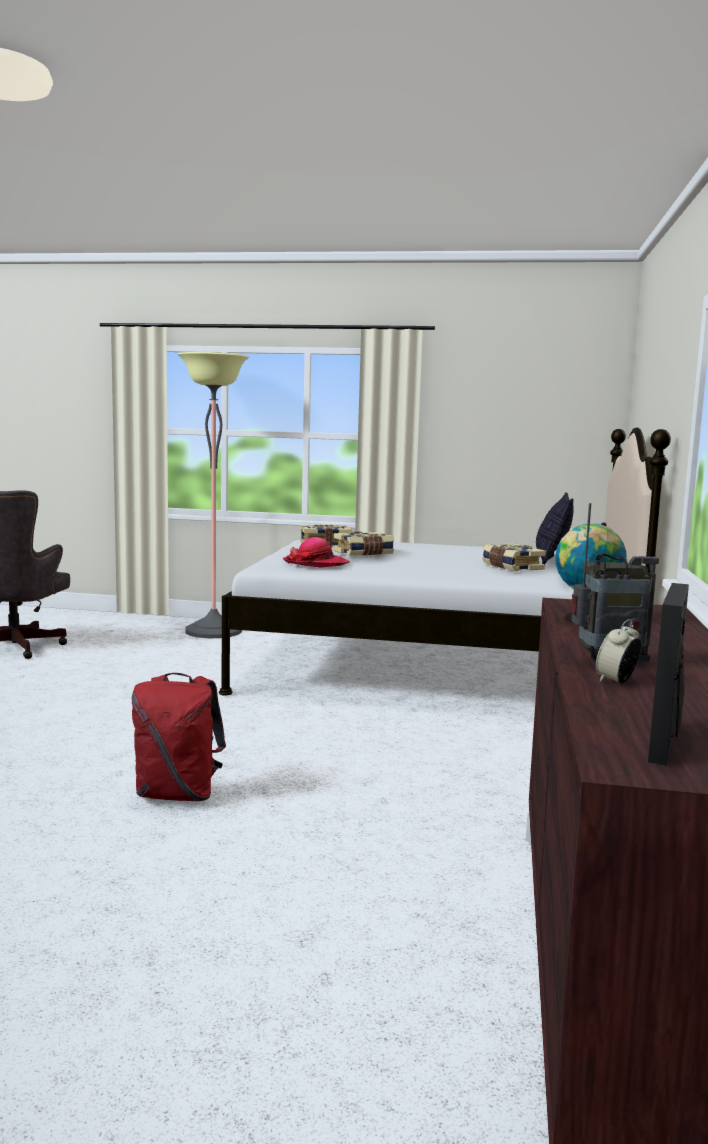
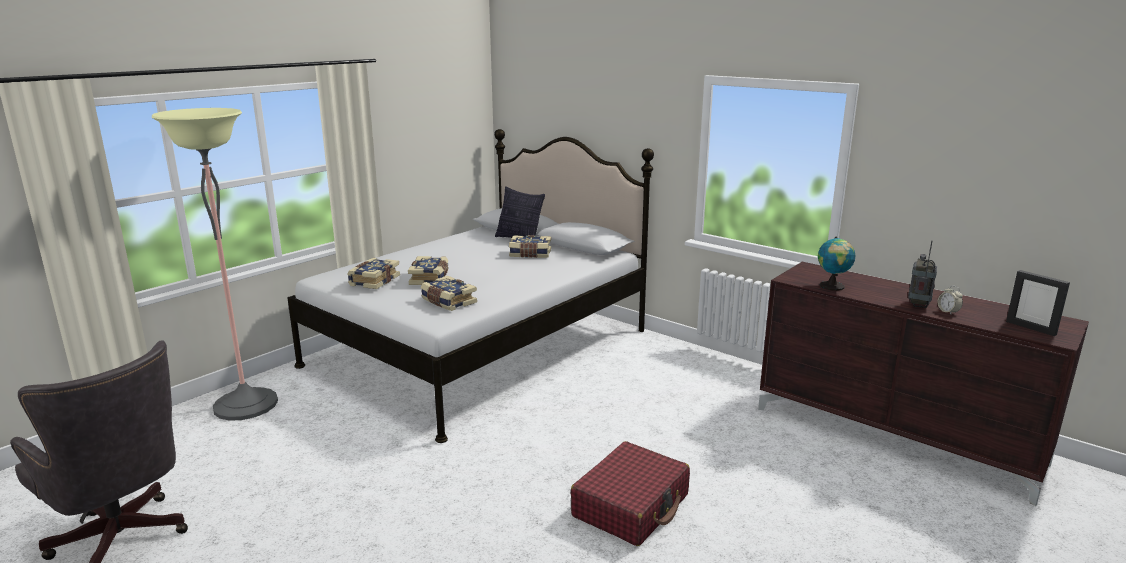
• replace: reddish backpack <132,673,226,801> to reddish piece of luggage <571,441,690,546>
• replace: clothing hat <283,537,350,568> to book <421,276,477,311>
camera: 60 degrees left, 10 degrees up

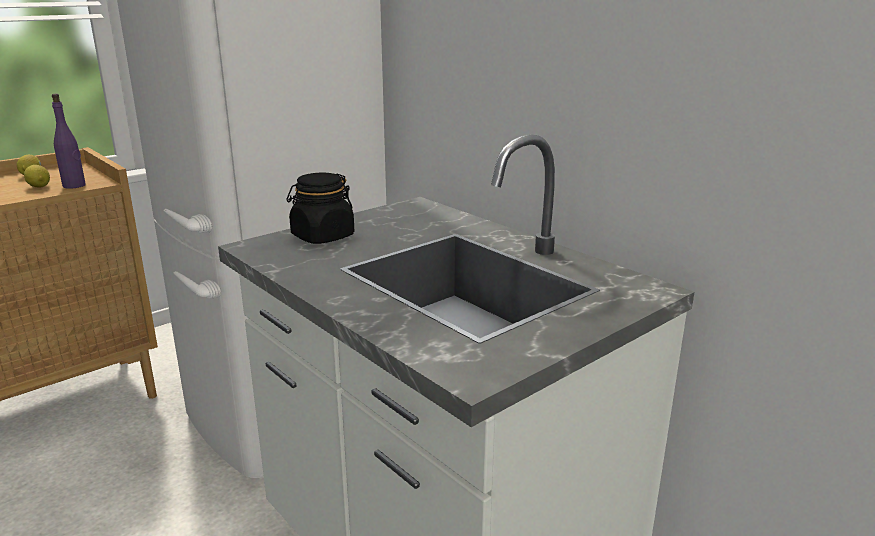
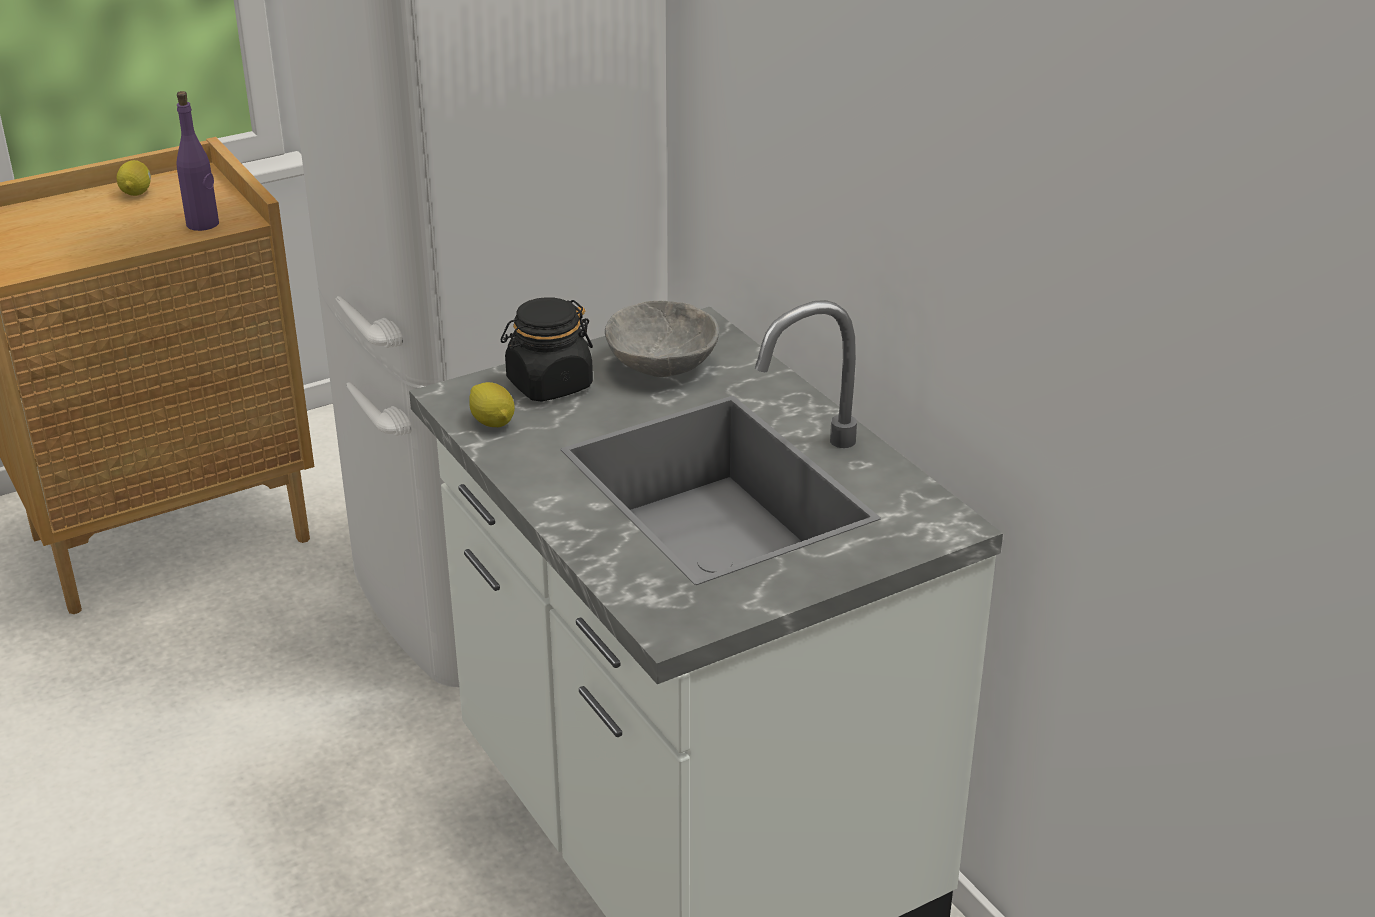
• insert: gray bowl <605,301,719,377>
• move: lemon <24,165,50,188> to <469,382,515,427>
camera: 10 degrees right, 10 degrees up

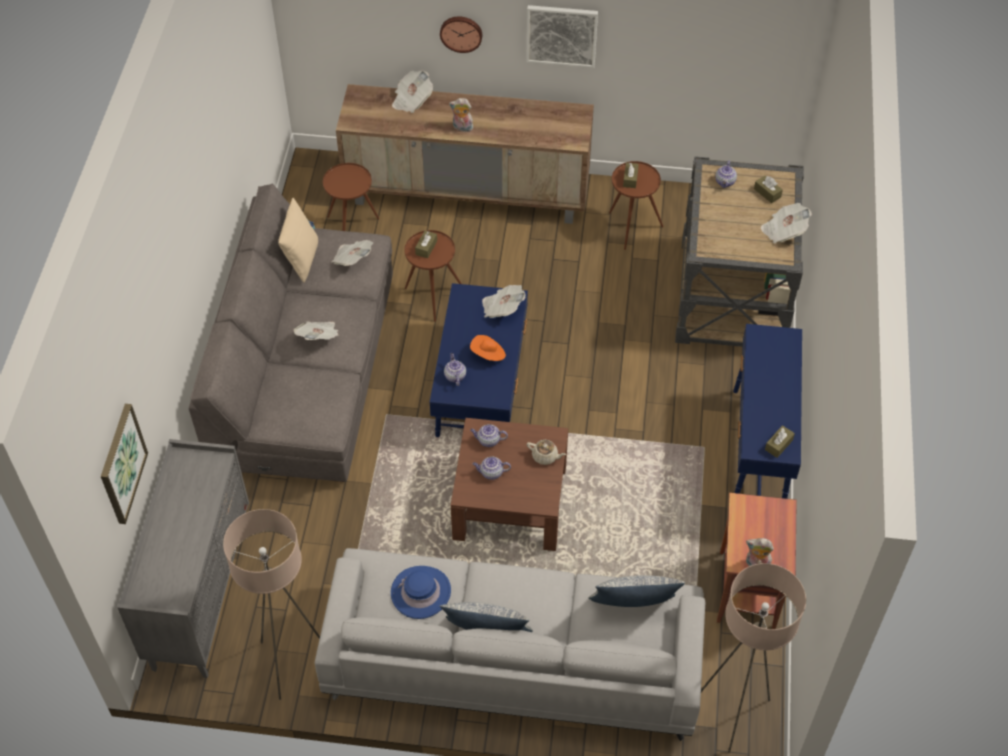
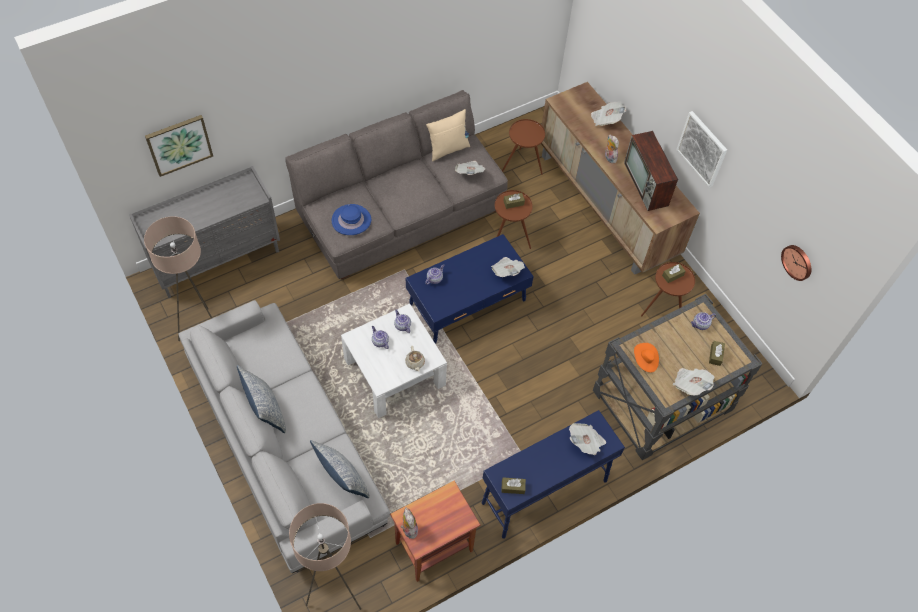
• insert: TV set <624,131,678,211>
• move: printed paper <294,321,339,340> to <569,423,606,455>
• move: bluish clothing hat <391,566,451,619> to <332,204,371,235>
• move: wall clock <440,16,482,53> to <781,245,811,281>
• move: orange-coloured clothing hat <470,335,506,361> to <634,343,659,372>
• recolor: brown-coloured low table <451,418,568,551> to whitish low table <341,304,447,418>
camera: 50 degrees right, 5 degrees up

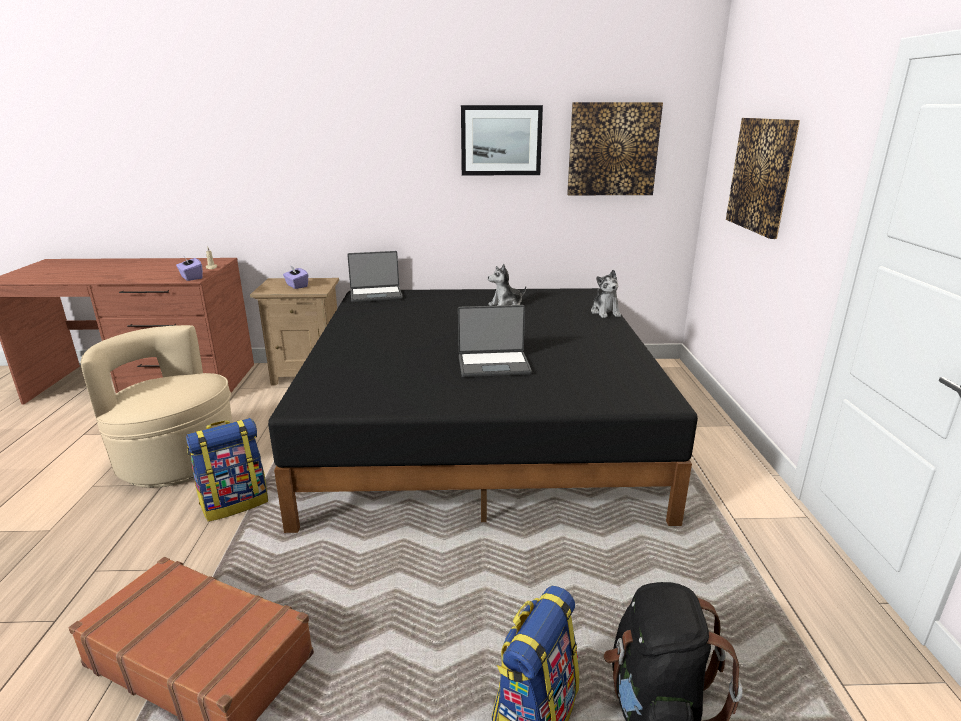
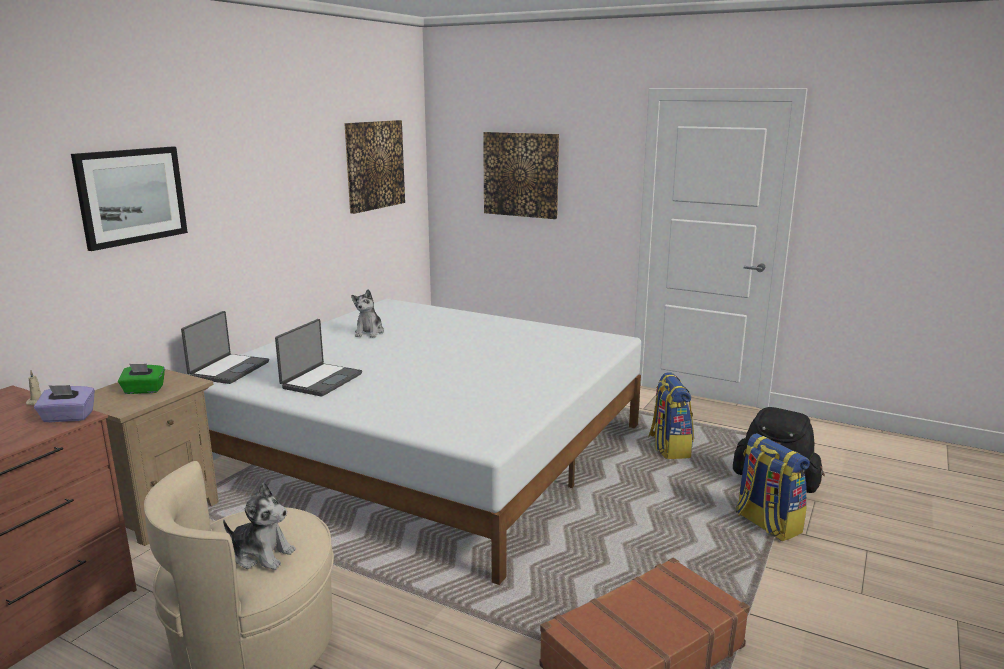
• move: backpack <186,418,268,522> to <649,372,694,459>
• move: laptop <458,305,532,377> to <275,319,362,396>
• move: wall art <461,105,543,175> to <71,146,188,251>
• move: soft toy <591,270,621,318> to <223,482,296,570>
• recolor: black-coloured bed <268,288,698,533> to whitish bed <188,299,641,585>
• recolor: purple-coloured tissue holder <283,265,308,289> to greenish tissue holder <118,364,165,394>
camera: 60 degrees left, 5 degrees down

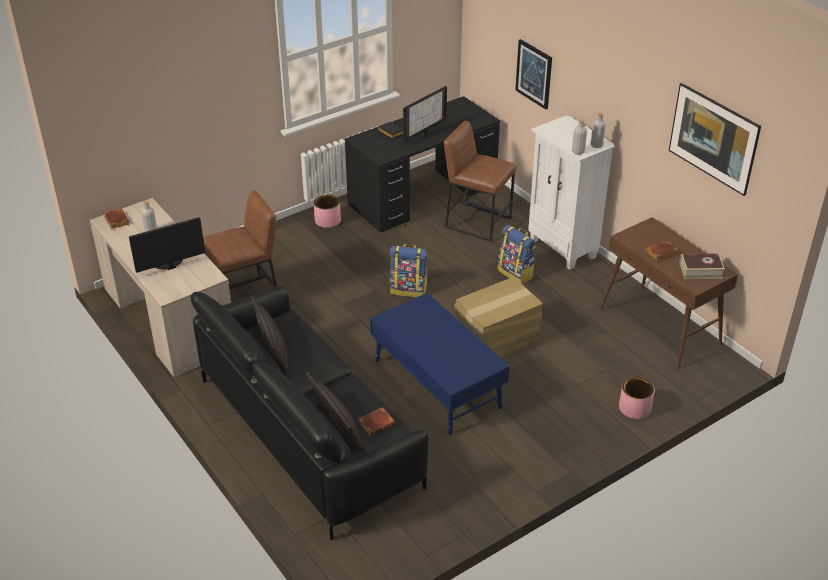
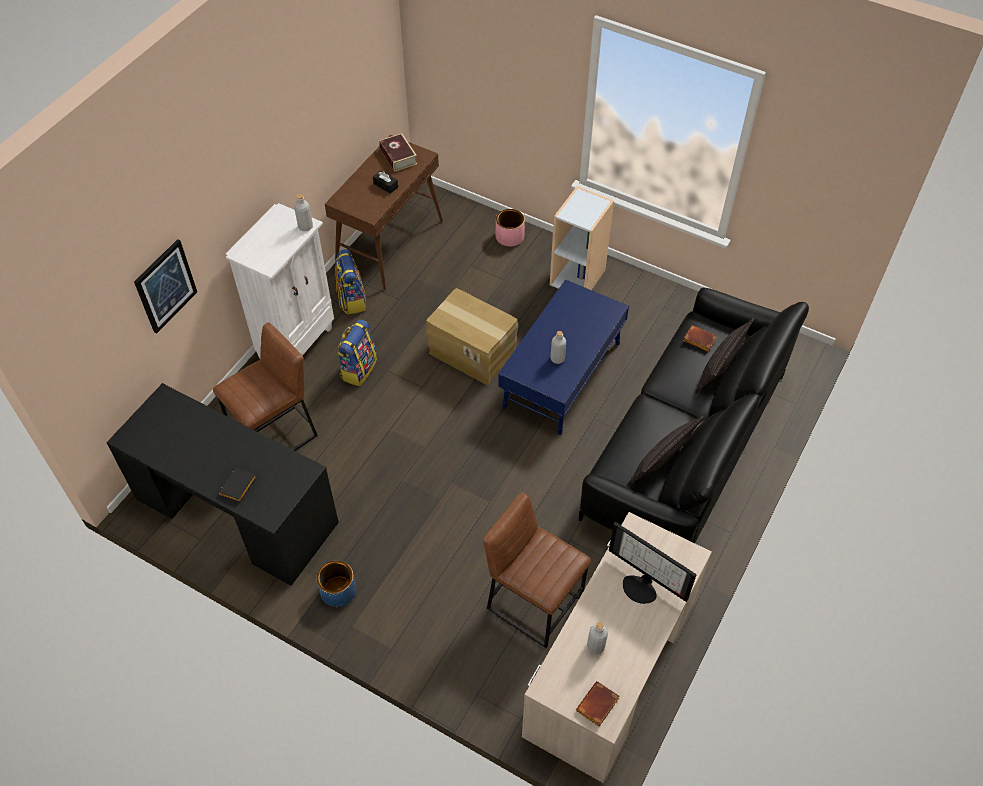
• delete: monitor <403,86,447,144>
• delete: wall art <669,83,761,196>
• insert: bookcase <550,186,614,290>
• move: backpack <390,244,428,297> to <335,249,367,315>
• move: gray bottle <591,113,606,148> to <550,331,566,364>
• replace: brown-coloured book <645,241,678,261> to black-coloured tissue holder <373,170,398,194>
• recolor: pink-coloured plant pot <314,195,341,228> to bluish plant pot <317,560,357,607>
• rotate: brown-coloured chair <444,121,517,242> = <213,322,318,451> 135 degrees counterclockwise
camera: 115 degrees left, 15 degrees up

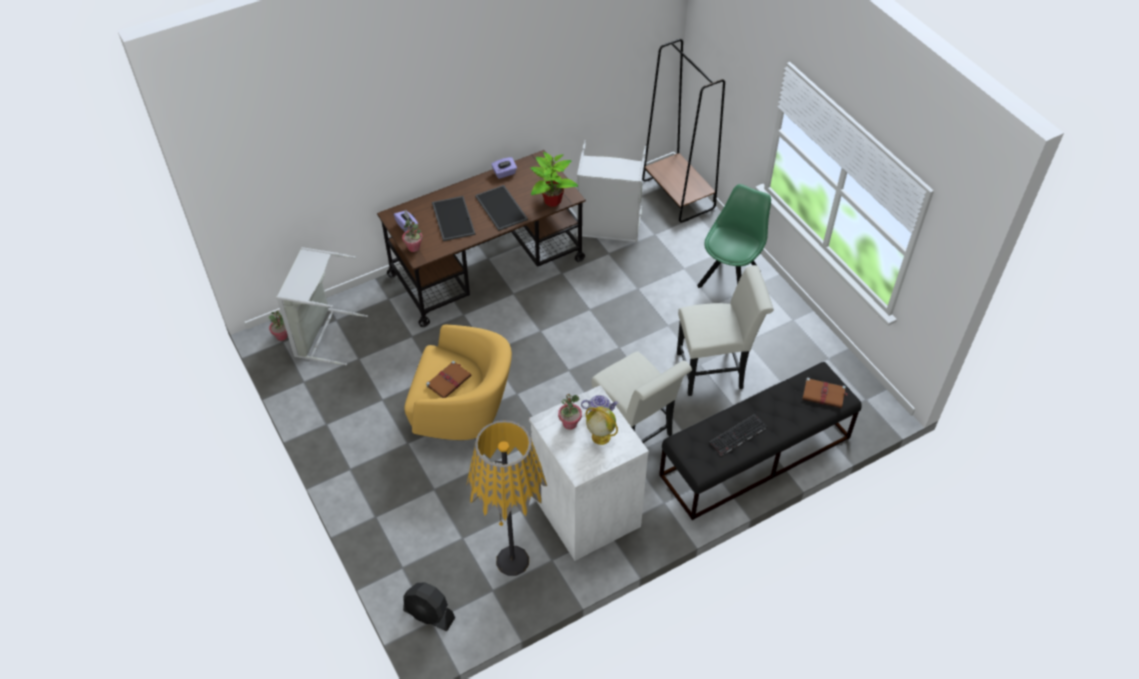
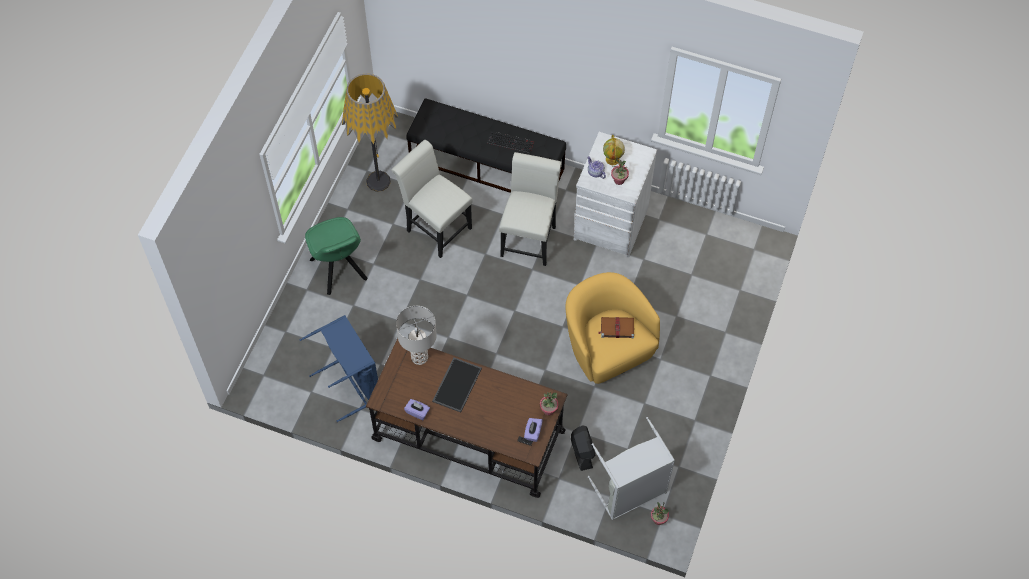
• delete: serving tray <432,196,475,241>
• delete: garment rack <642,39,725,222>
• delete: brown-coloured book <802,377,848,408>
• move: black-coloured electric fan <403,582,455,631> to <571,425,596,471>
• move: standing lamp <466,421,547,576> to <342,73,398,192>
• replace: plant in a pot <530,152,578,207> to whitish tabletop lamp <396,306,437,365>
• recolor: gray hamper <576,140,646,243> to bluish hamper <300,315,378,422>
• rotate: greenish chair <697,184,771,288> = <305,217,367,295> 105 degrees counterclockwise
camera: 130 degrees left, 10 degrees up

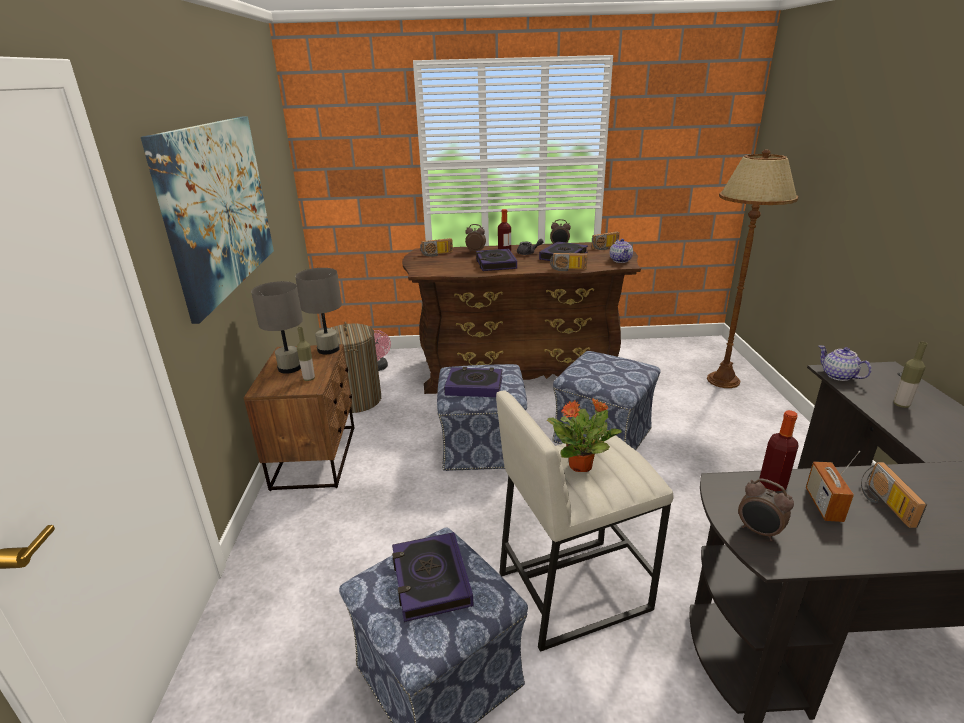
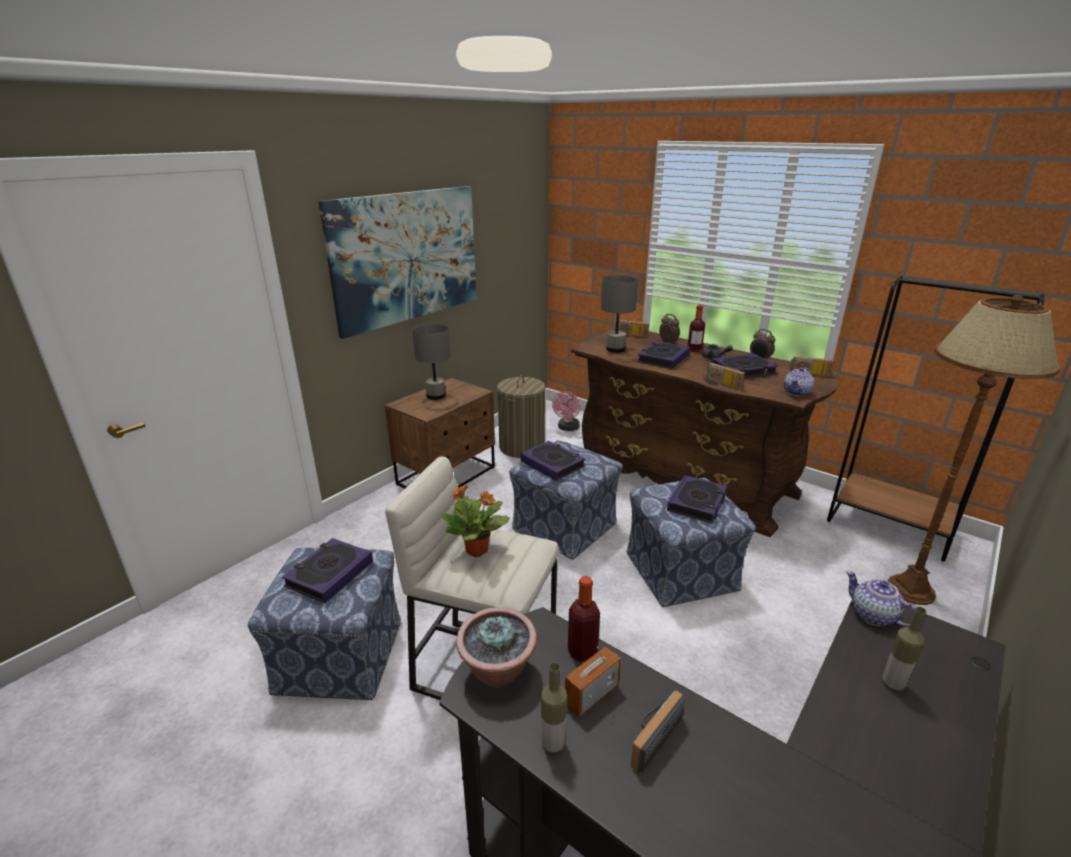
• insert: book <667,475,727,523>
• insert: garment rack <827,276,1045,562>
• move: gray tabletop lamp <295,268,342,354> to <601,275,638,353>
• move: bottle <297,327,315,381> to <541,663,567,754>
• replace: alarm clock <738,478,794,541> to plant in a pot <456,607,537,688>
• rotate: pot for tea <819,346,872,381> = <845,570,916,627> 45 degrees counterclockwise
camera: 40 degrees right, 0 degrees up

